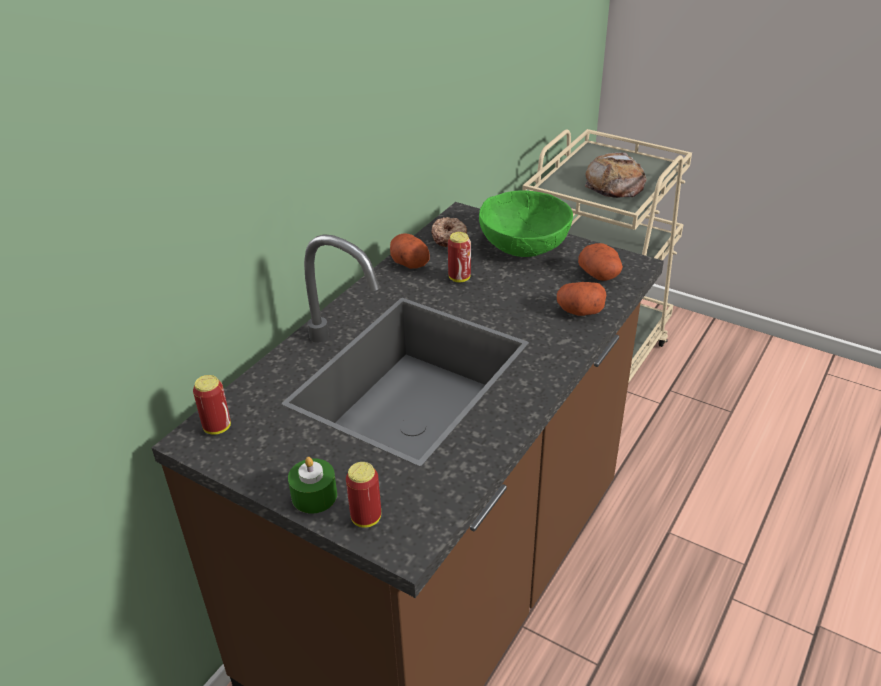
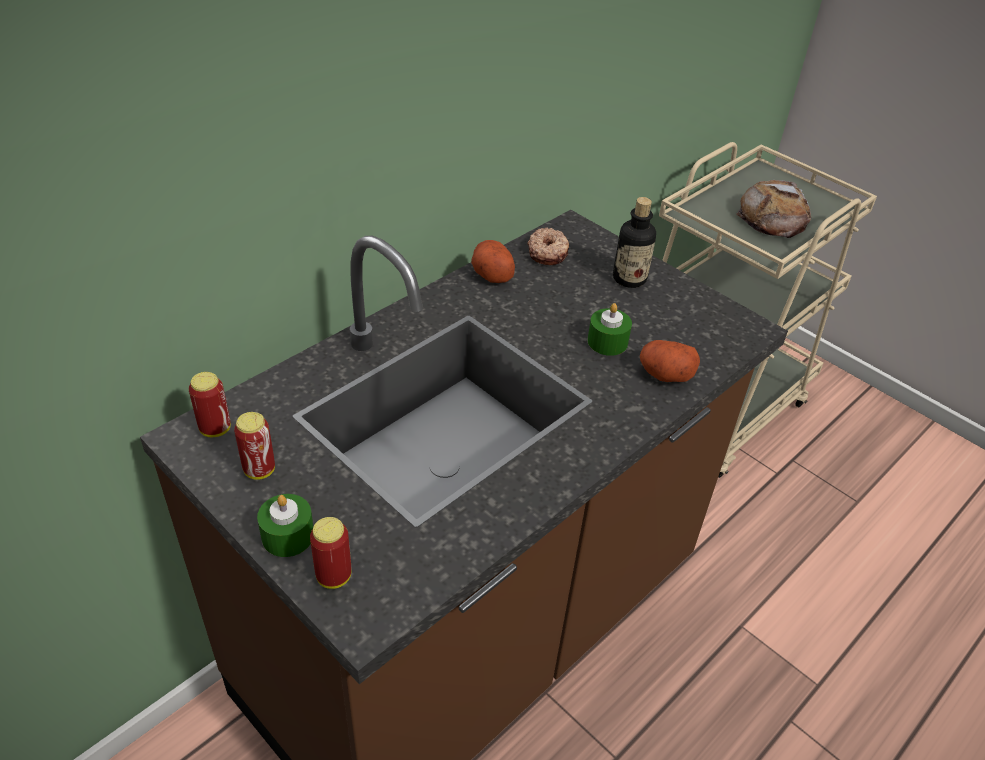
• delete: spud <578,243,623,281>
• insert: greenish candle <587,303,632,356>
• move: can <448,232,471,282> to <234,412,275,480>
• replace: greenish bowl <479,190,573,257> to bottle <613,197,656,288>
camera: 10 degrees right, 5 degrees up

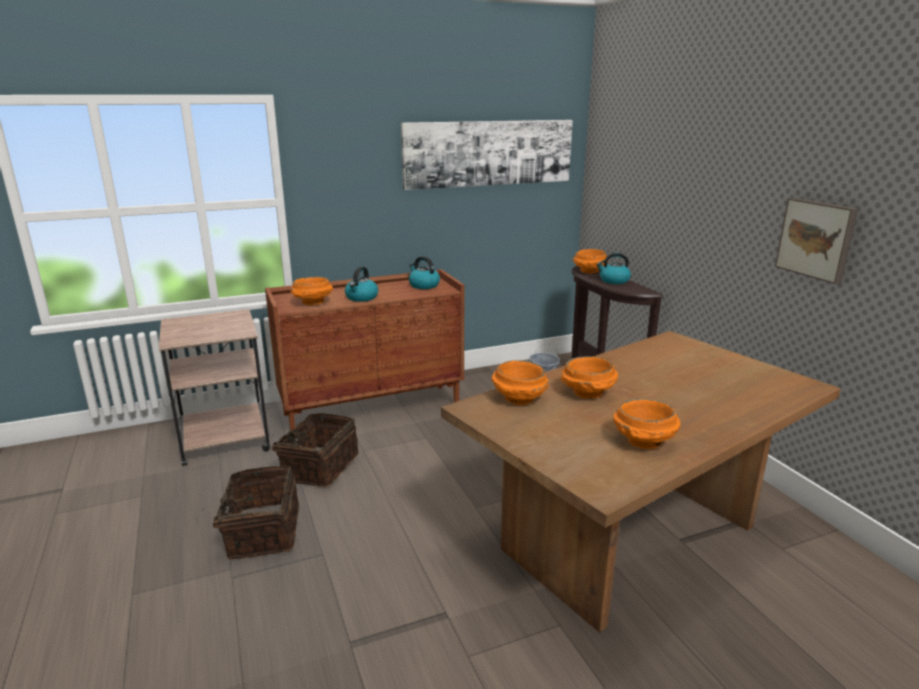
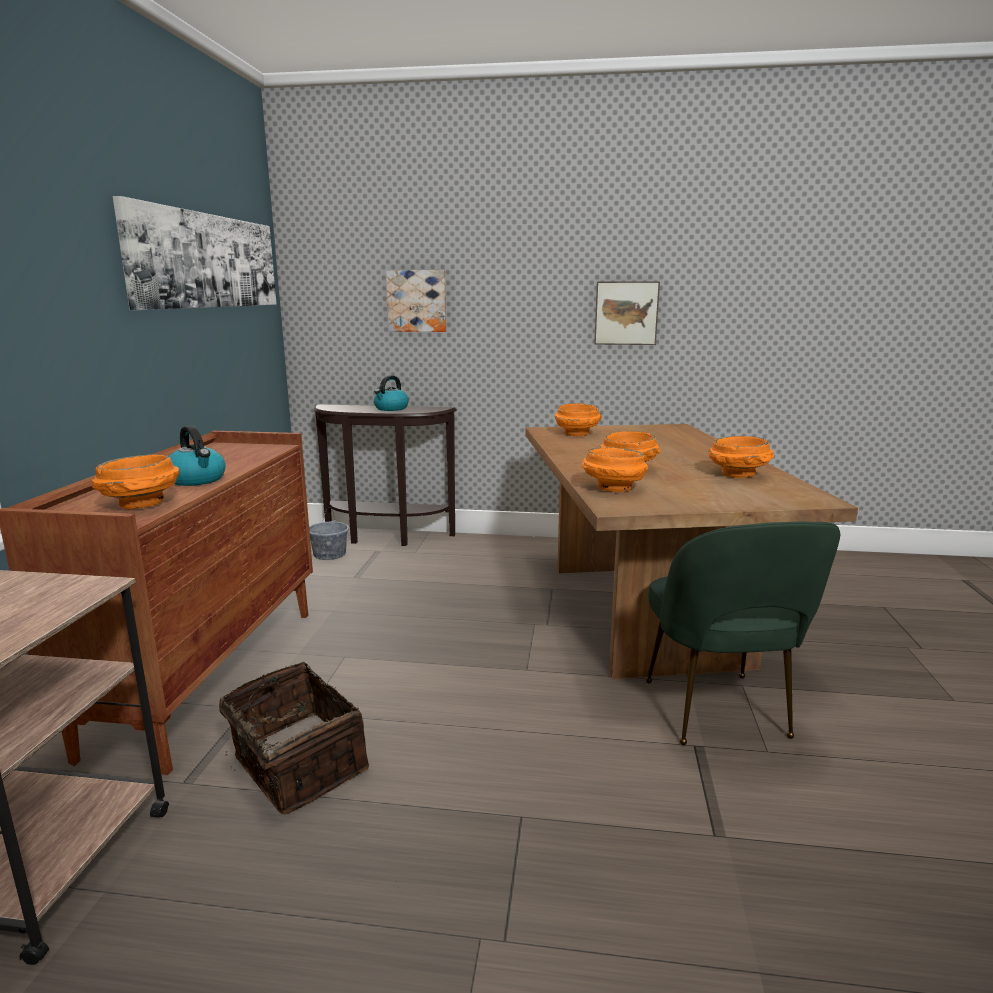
• delete: household basket <202,466,299,559>
• delete: water kettle <409,256,440,289>
• insert: wall art <386,270,447,332>
• insert: greenish chair <646,522,840,745>
• move: orange-coloured bowl <573,249,608,273> to <555,403,602,436>
camera: 60 degrees left, 5 degrees down

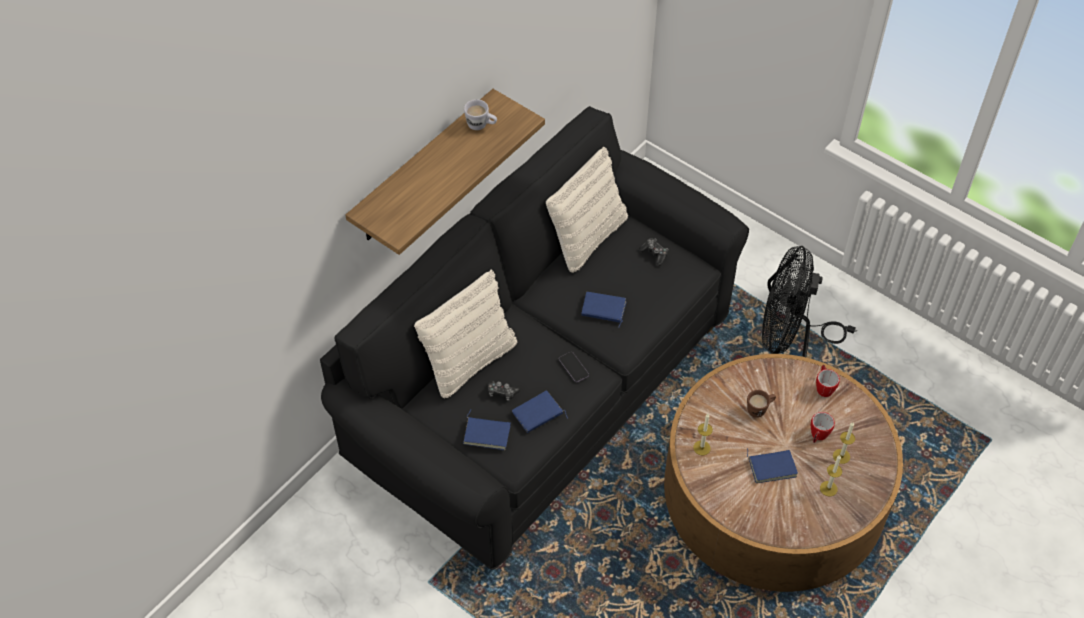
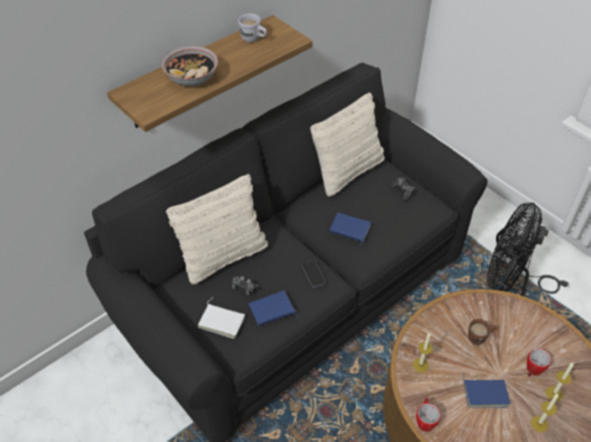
• insert: bowl <161,46,218,86>
• move: mug <816,365,840,397> to <416,398,441,432>
• recolor: bluish book <463,410,511,450> to whitish book <198,297,245,339>
camera: 10 degrees right, 5 degrees down

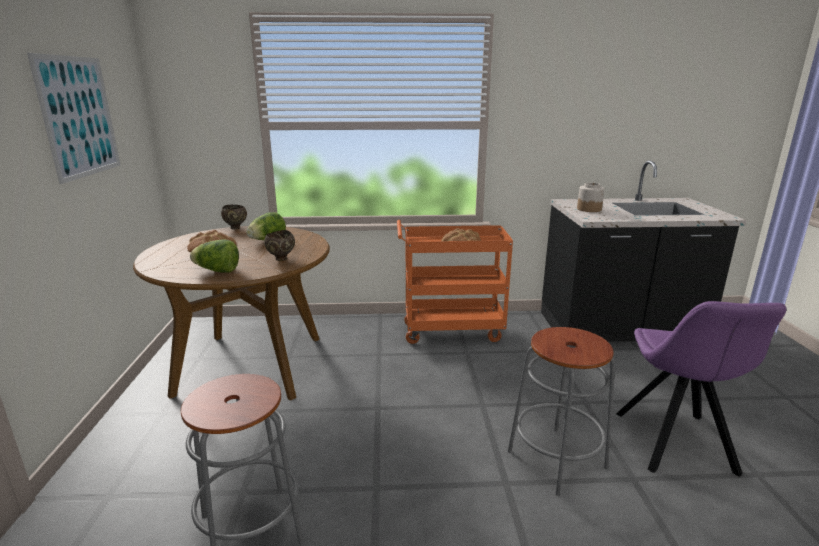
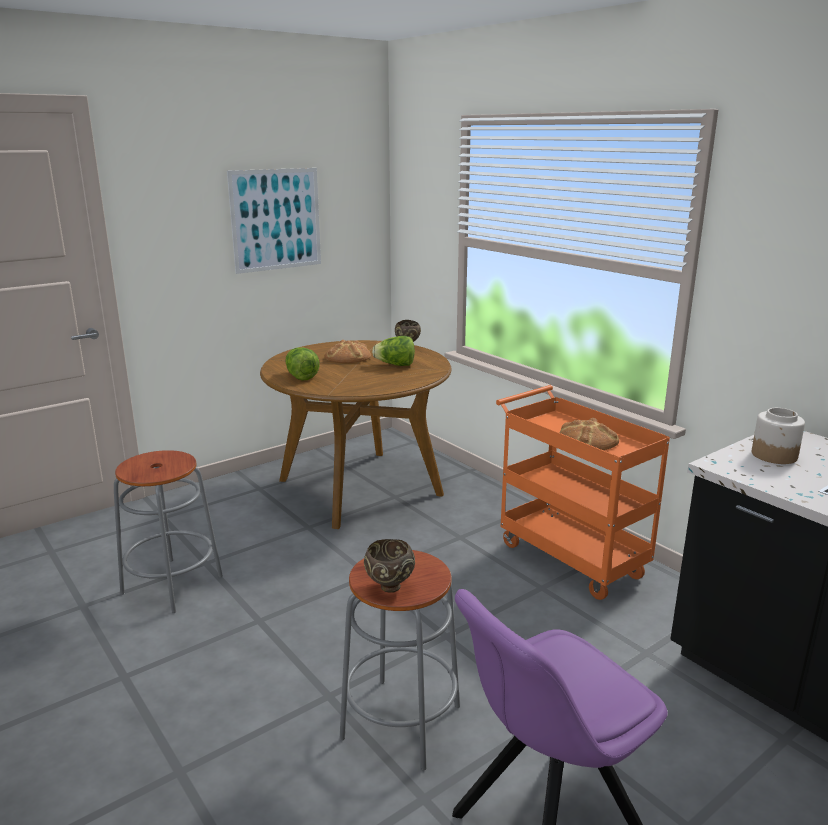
• move: brown-coloured bowl <264,230,295,261> to <364,539,415,593>
camera: 55 degrees right, 0 degrees up

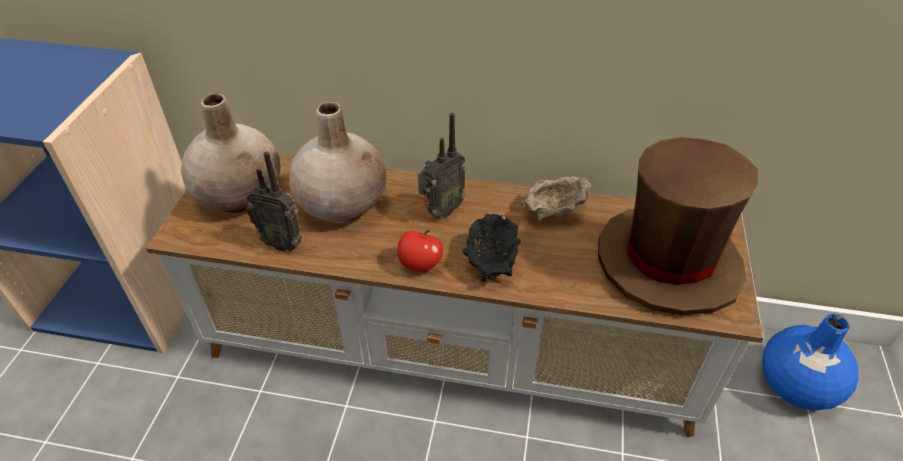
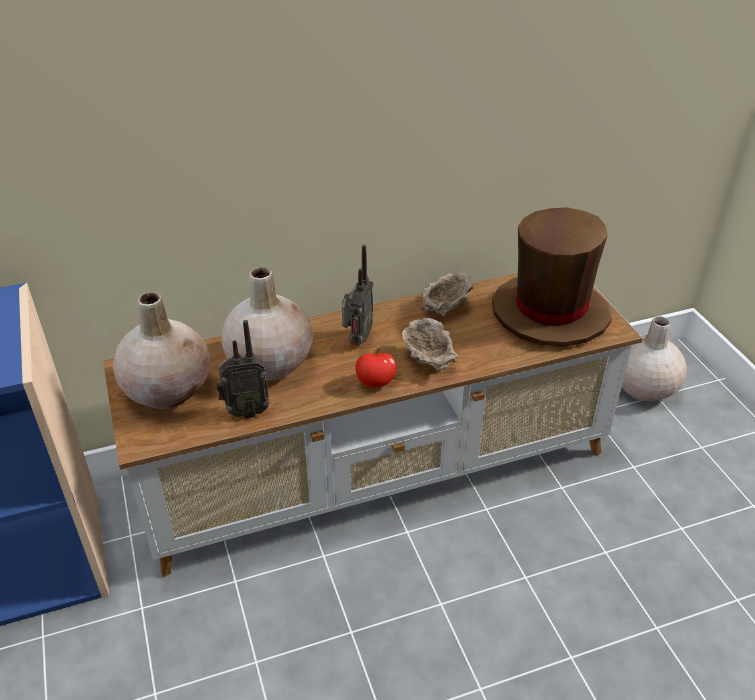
• recolor: black-coloured bowl <462,214,522,282> to beige bowl <402,318,458,373>
• recolor: bluish vase <762,314,859,410> to beige vase <621,316,687,401>
camera: 30 degrees left, 5 degrees down

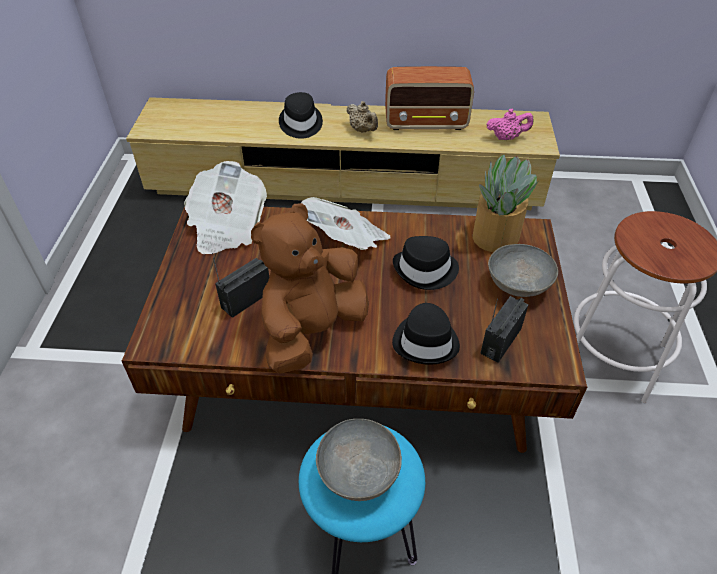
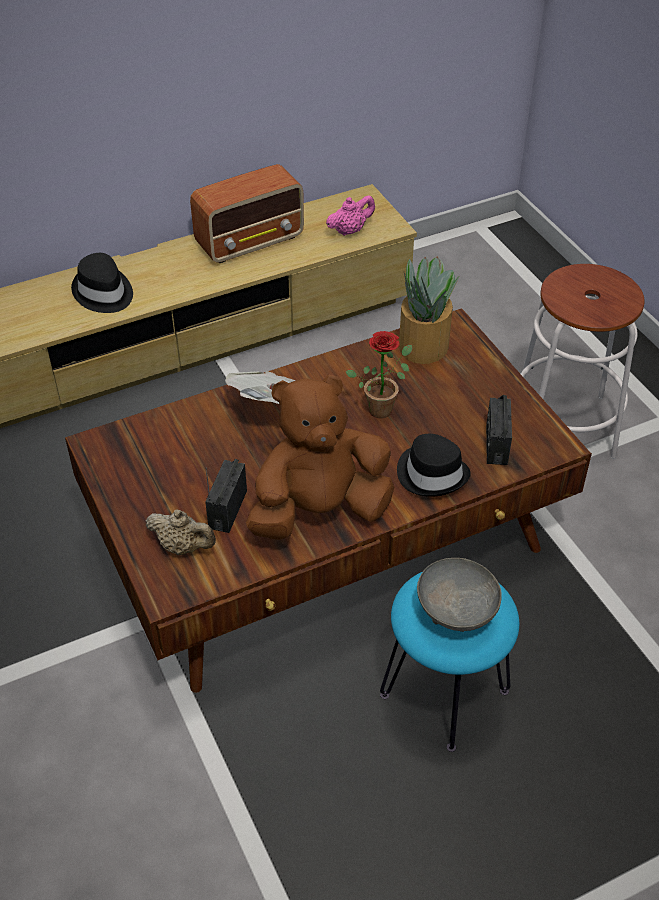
• delete: printed paper <184,161,267,254>
• delete: gray bowl <488,244,558,297>
• move: beige pot for tea <347,101,378,133> to <145,509,216,555>
• replace: black-coloured clothing hat <393,236,459,290> to plant in a pot <345,331,412,418>
• rotate: brown-coloured soft toy <251,203,369,374> = <246,375,394,540> 60 degrees clockwise
camera: 30 degrees left, 0 degrees up

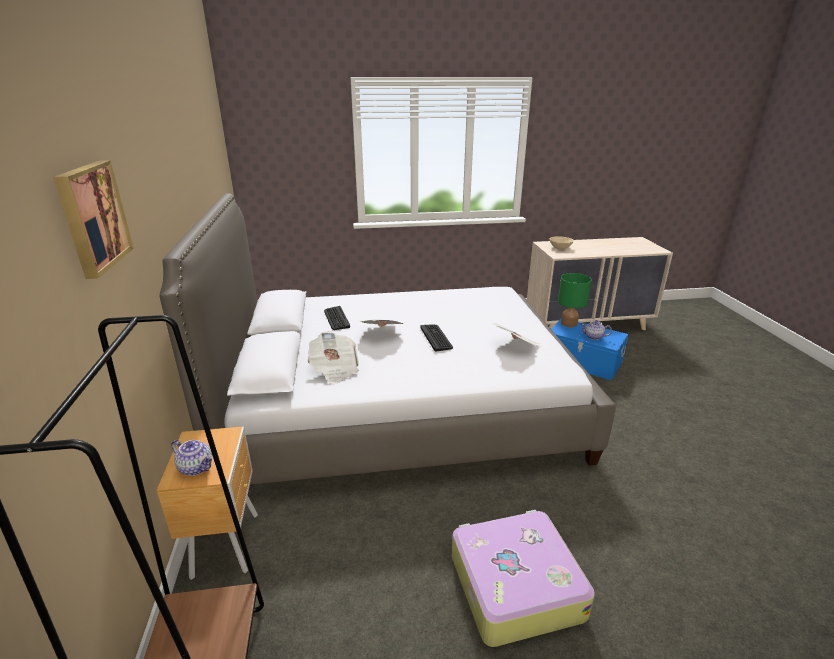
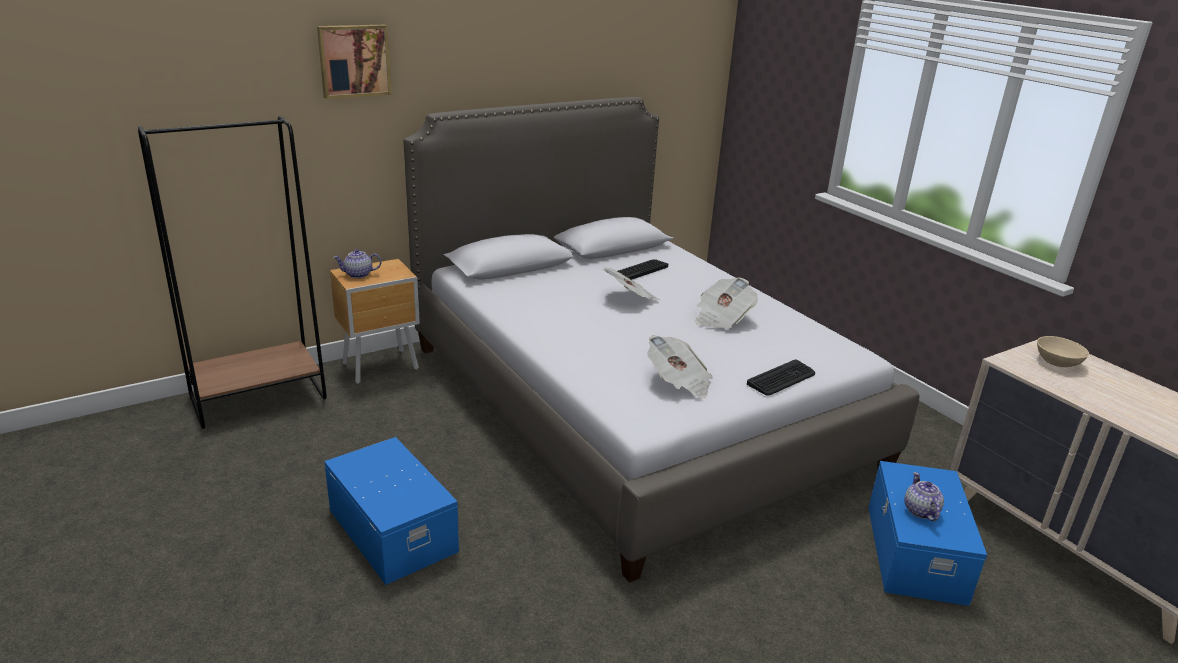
• delete: greenish tabletop lamp <558,273,592,327>
• move: printed paper <308,331,359,384> to <695,278,758,329>
• move: PC keyboard <421,324,453,351> to <747,359,815,395>
• replace: piece of luggage <452,510,595,647> to bluish storage bin <324,437,459,585>
• rotate: pot for tea <171,440,213,476> = <333,249,381,278> 75 degrees clockwise
camera: 65 degrees right, 0 degrees up

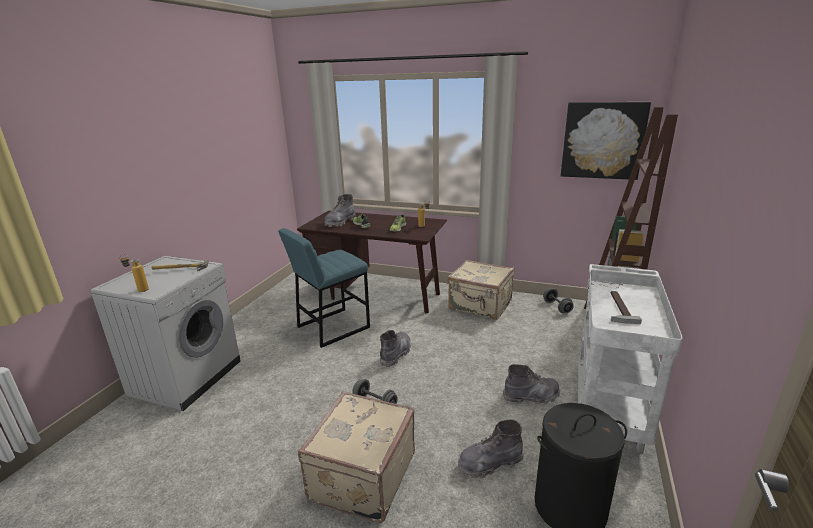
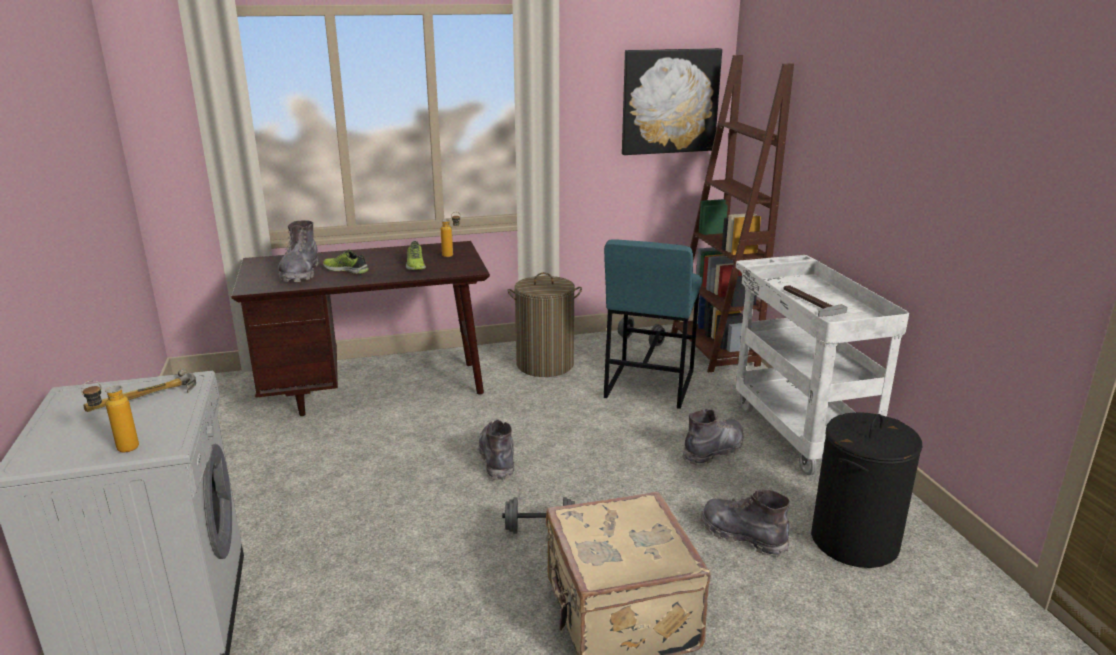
• move: bluish sitting stool <278,228,370,348> to <604,239,702,409>
• replace: beige piece of luggage <447,260,514,320> to hamper <507,272,582,377>
• rotate: gray boot <458,420,524,478> = <701,489,790,557> 90 degrees clockwise
camera: 35 degrees left, 0 degrees up

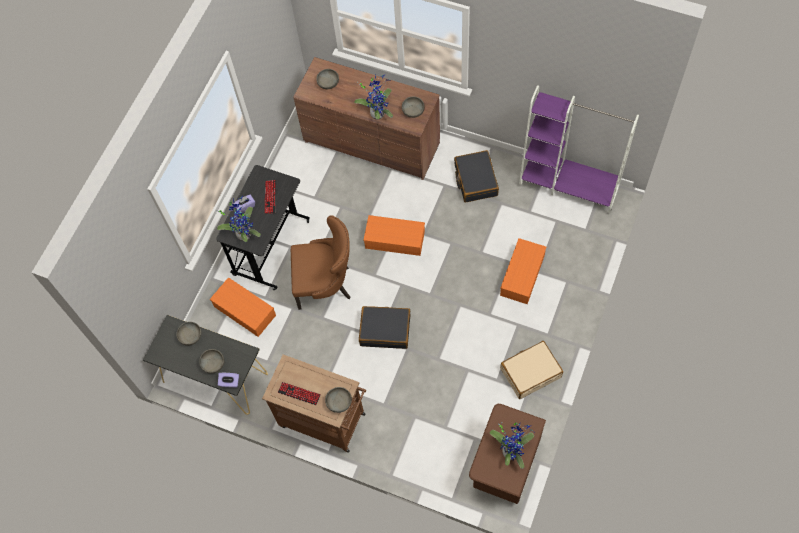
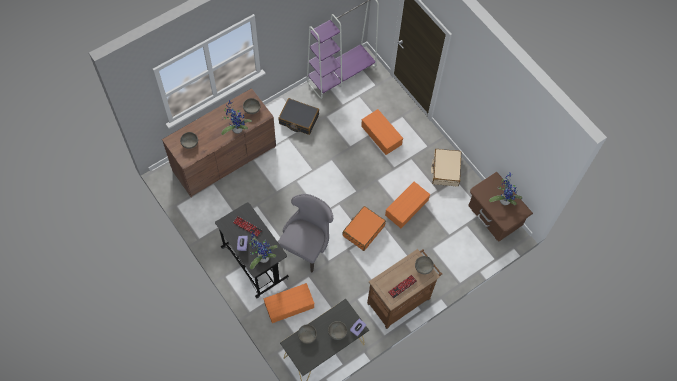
• move: orange-coloured storage bin <363,215,425,256> to <385,181,431,228>
• recolor: brown-coloured chair <291,215,350,310> to gray chair <278,194,333,273>
• recolor: black-coloured piece of luggage <359,306,410,349> to orange-coloured piece of luggage <343,206,386,251>
camera: 65 degrees left, 0 degrees up

